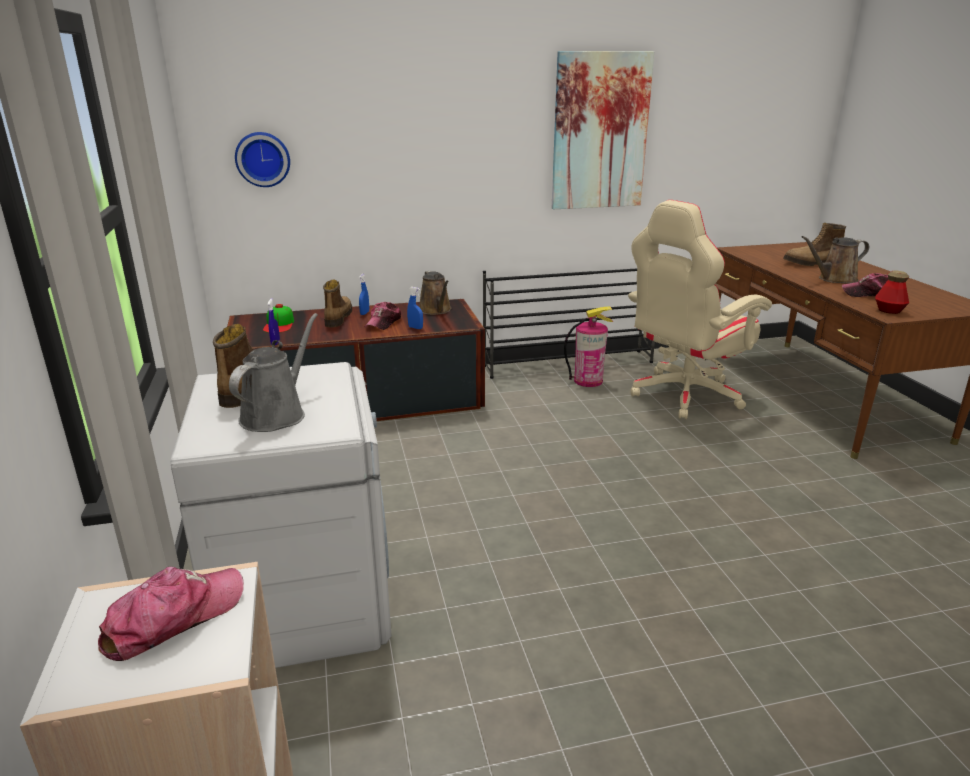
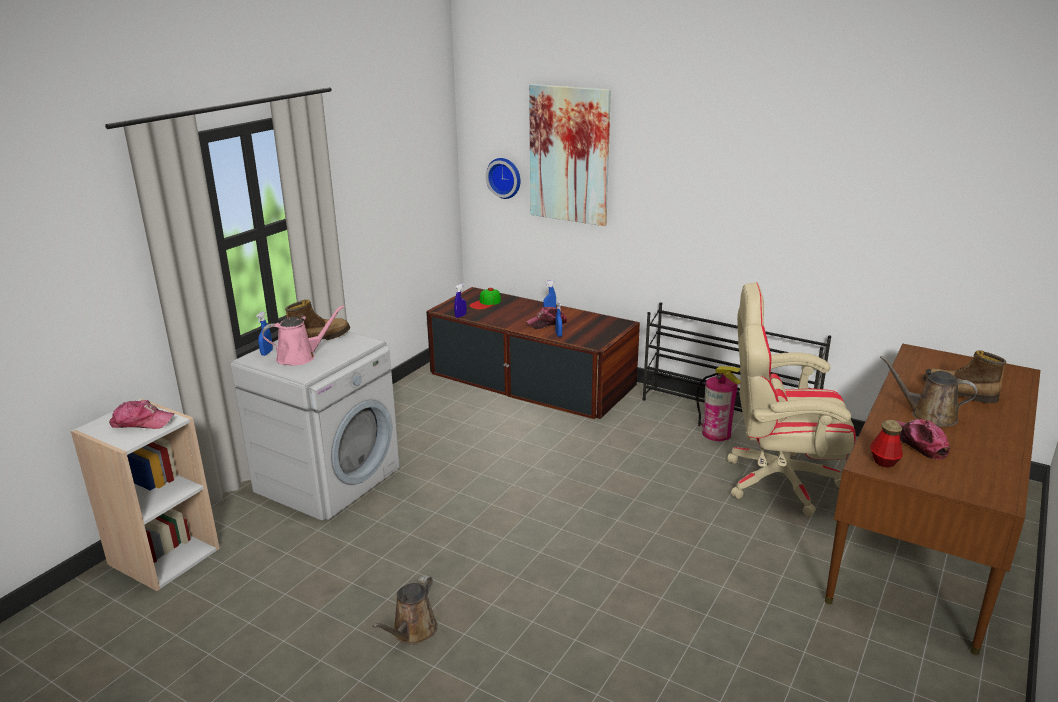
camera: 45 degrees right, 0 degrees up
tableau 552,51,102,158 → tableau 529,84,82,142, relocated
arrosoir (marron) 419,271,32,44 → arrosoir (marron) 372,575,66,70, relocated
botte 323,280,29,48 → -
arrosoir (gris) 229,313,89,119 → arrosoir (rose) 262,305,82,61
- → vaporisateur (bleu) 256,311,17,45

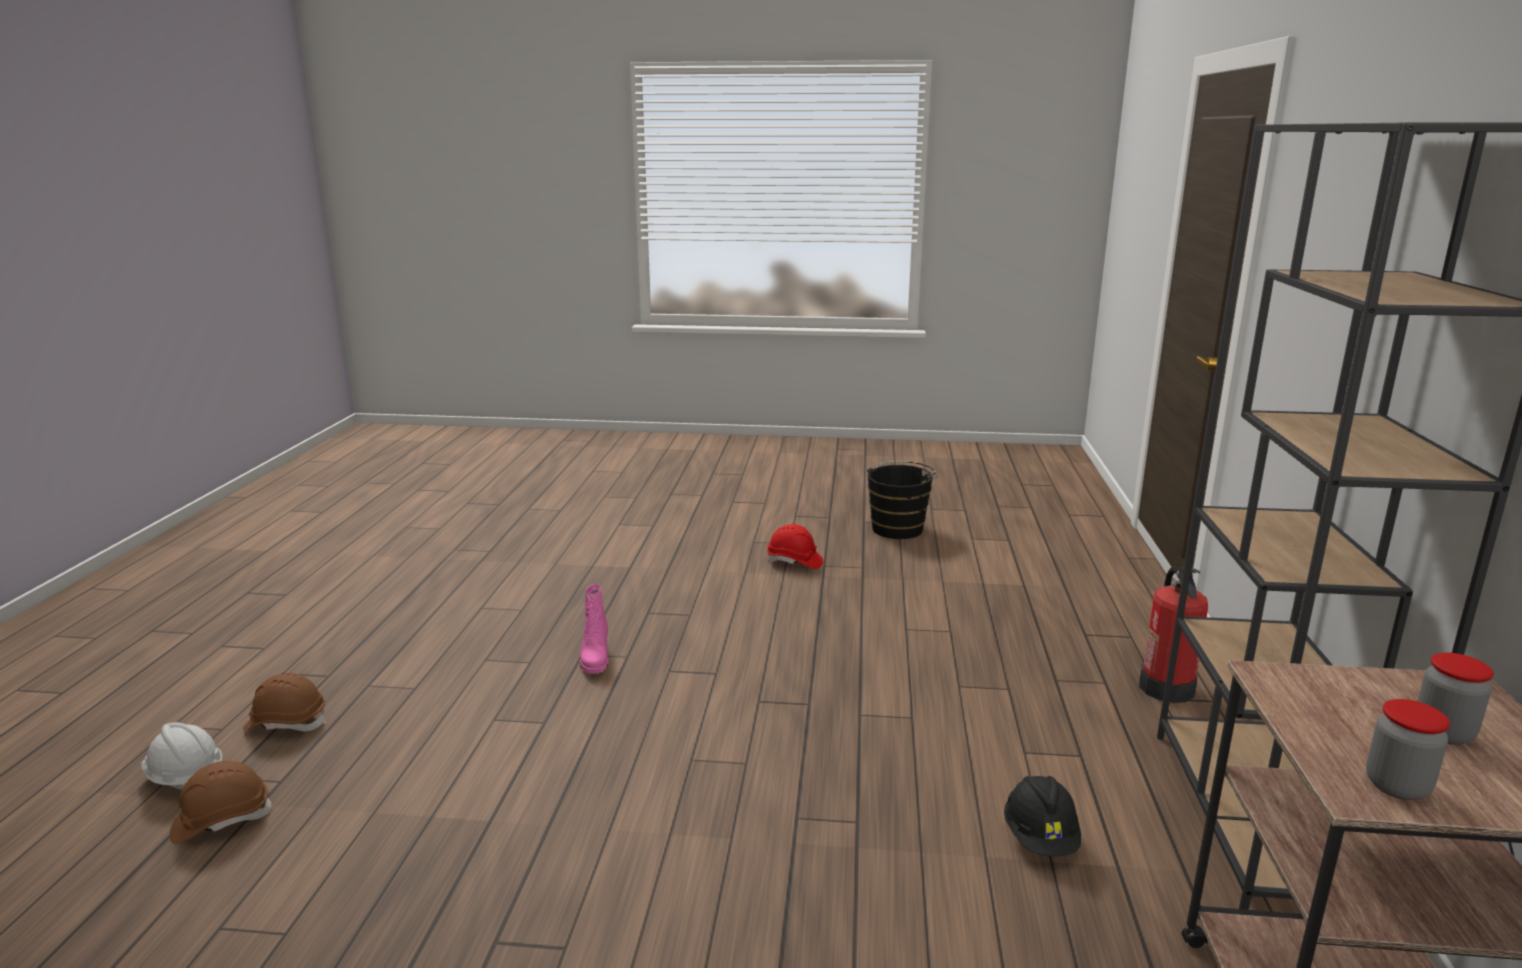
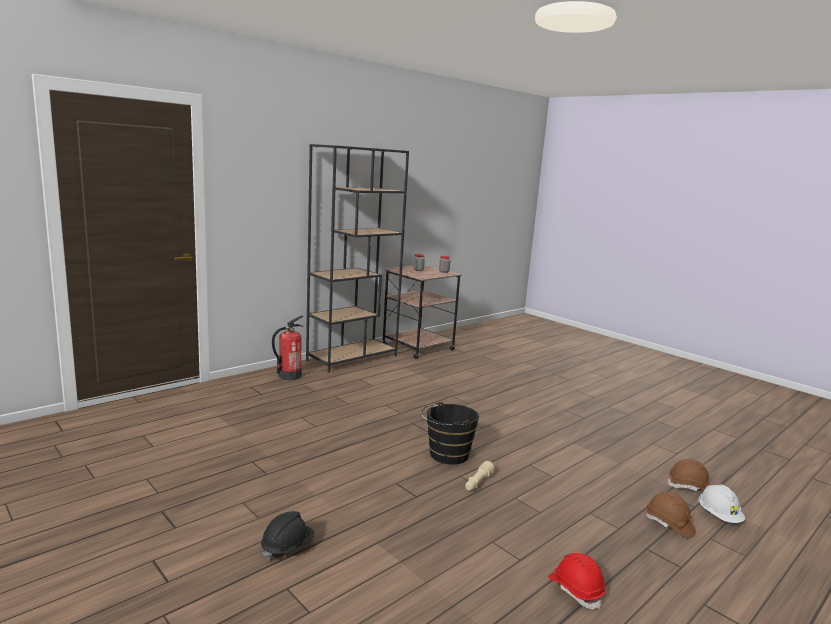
camera: 140 degrees left, 5 degrees down
seau (noir) 867,461,71,78 → seau (noir) 421,402,58,63, relocated
casque de chantier (rouge) 767,524,56,45 → casque de chantier (rouge) 548,552,58,58, relocated
botte (rose) 580,584,29,90 → lampe de poche (beige) 465,461,30,30
casque de chantier (noir) 1004,776,77,80 → casque de chantier (noir) 261,511,54,49, relocated

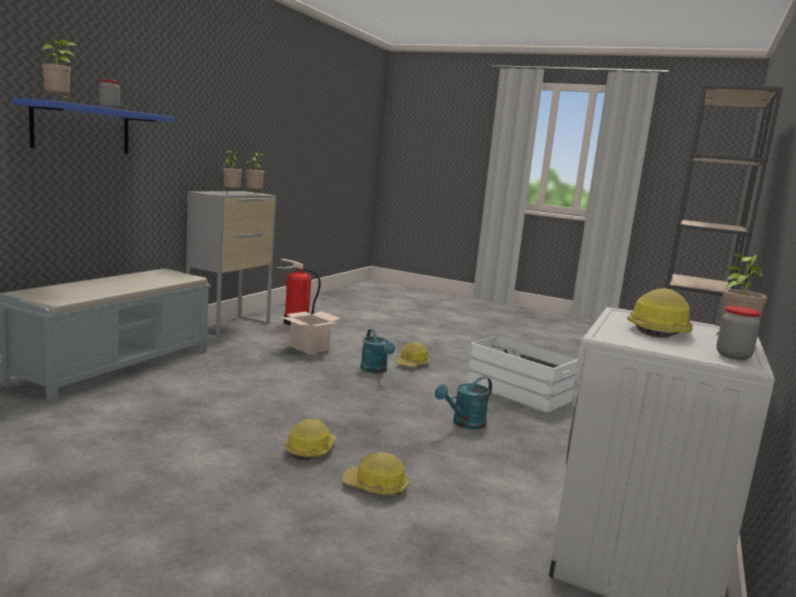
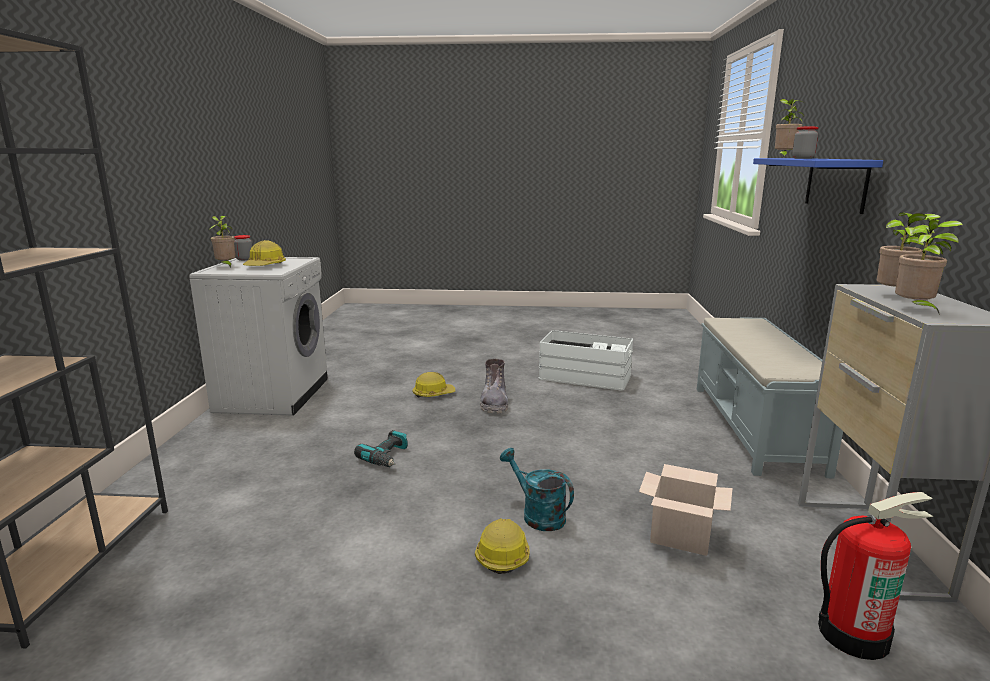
camera: 160 degrees right, 5 degrees up
boîte de rangement (blanc) 466,336,111,77 → boîte de rangement (blanc) 538,330,95,61, relocated
arrosoir (turquoise) 435,376,57,53 → perceuse 354,430,54,37
casque de chantier 285,418,51,42 → botte (gris) 480,359,29,55

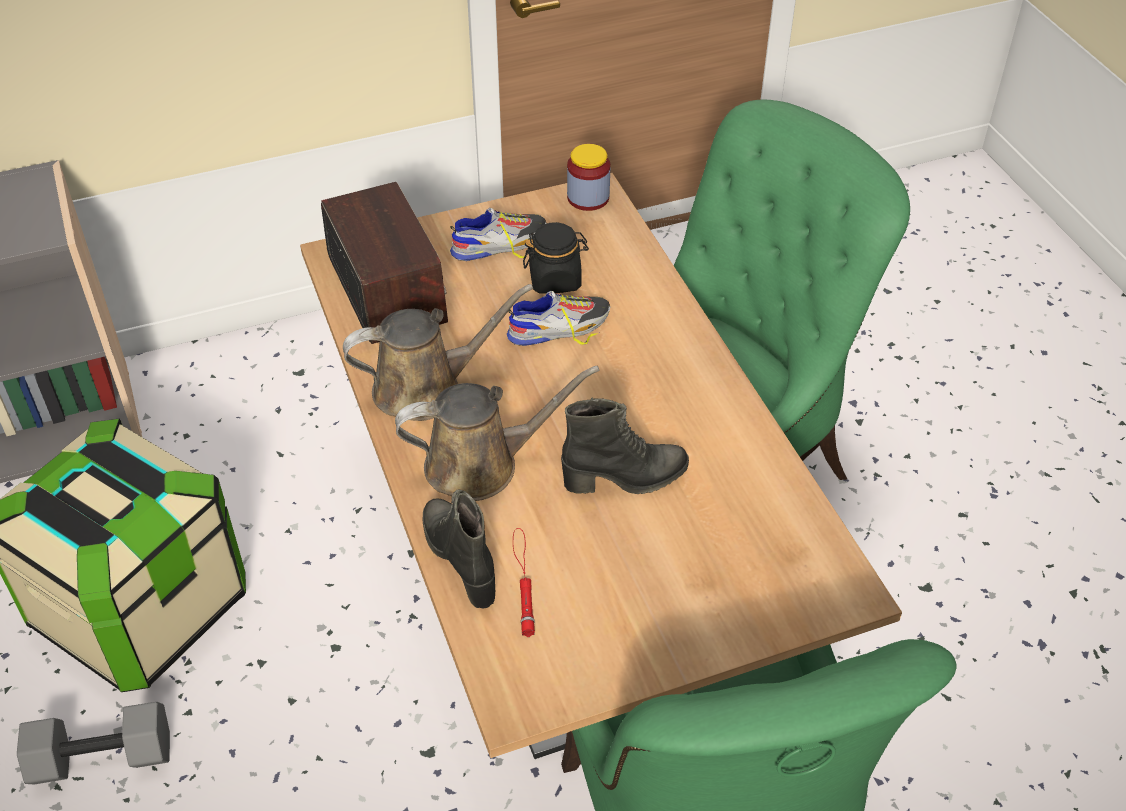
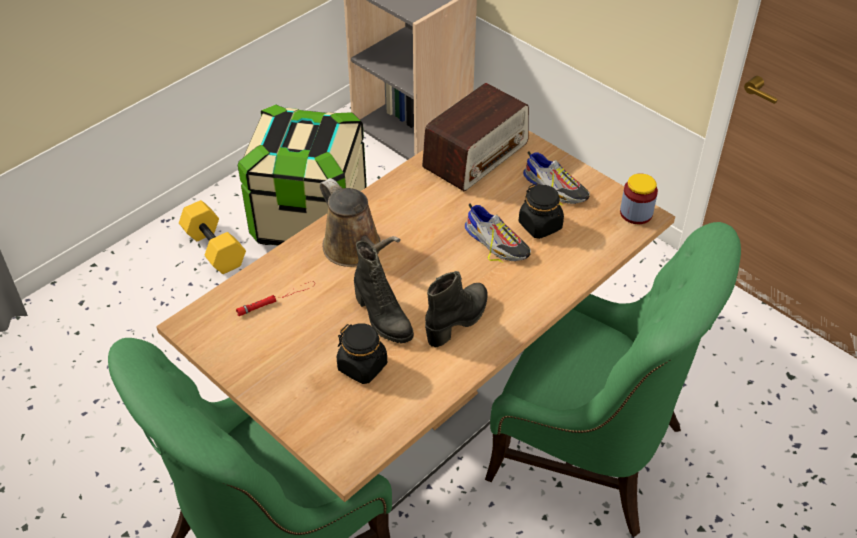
camera: 65 degrees right, 0 degrees up
arrosoir (marron) 343,284,190,137 → -
botte (noir) 423,490,72,118 → botte (noir) 425,271,63,76, relocated
haltère (gris) 17,702,153,82 → haltère (jaune) 179,200,67,74
- → bocal (noir) 337,323,50,61

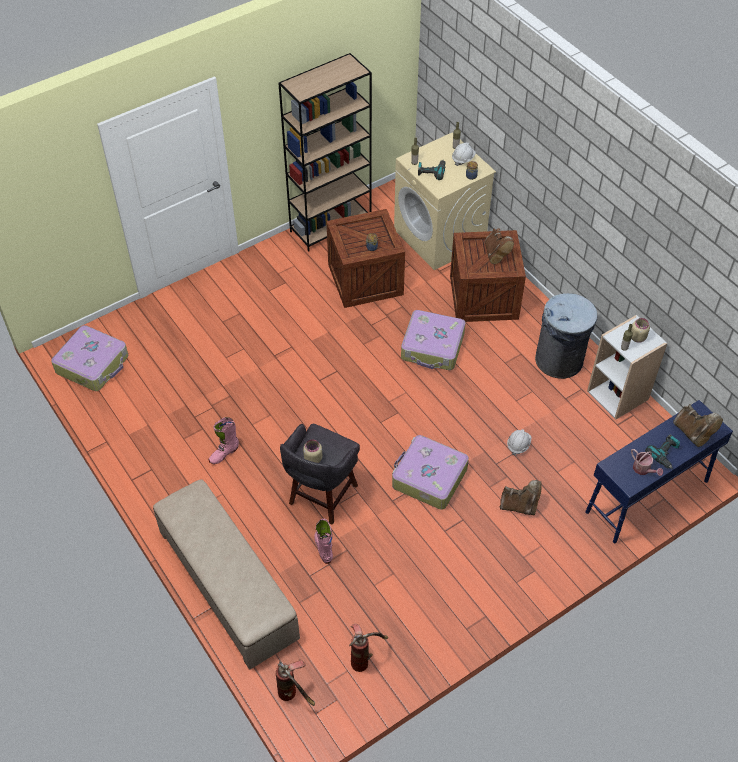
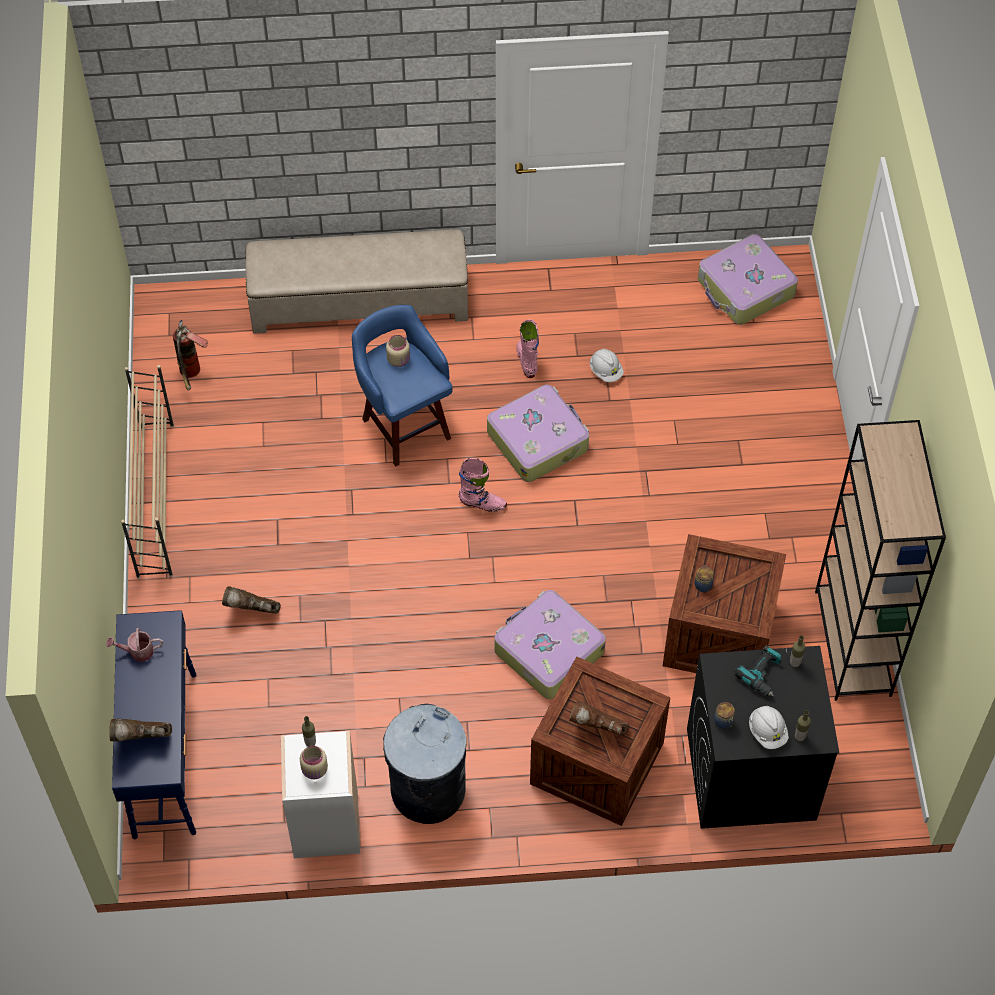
camera: 120 degrees right, 5 degrees up
lave-linge (beige) 394,132,102,138 → lave-linge (noir) 687,646,152,183
tabouret (gris) 280,424,80,101 → tabouret (bleu) 352,305,101,162
casque de chantier (blanc) 507,429,24,27 → casque de chantier (blanc) 590,349,34,33, relocated
perceuse 645,434,35,35 → -
valise 392,435,77,75 → valise 487,385,102,97, relocated
botte (marron) 500,480,41,36 → botte (marron) 222,586,59,28, 60 degrees clockwise
botte (rose) 314,519,19,45 → botte (rose) 459,458,48,54, relocated
extincteur 276,659,39,47 → -
- → étagère à chaussures (beige) 121,365,53,214

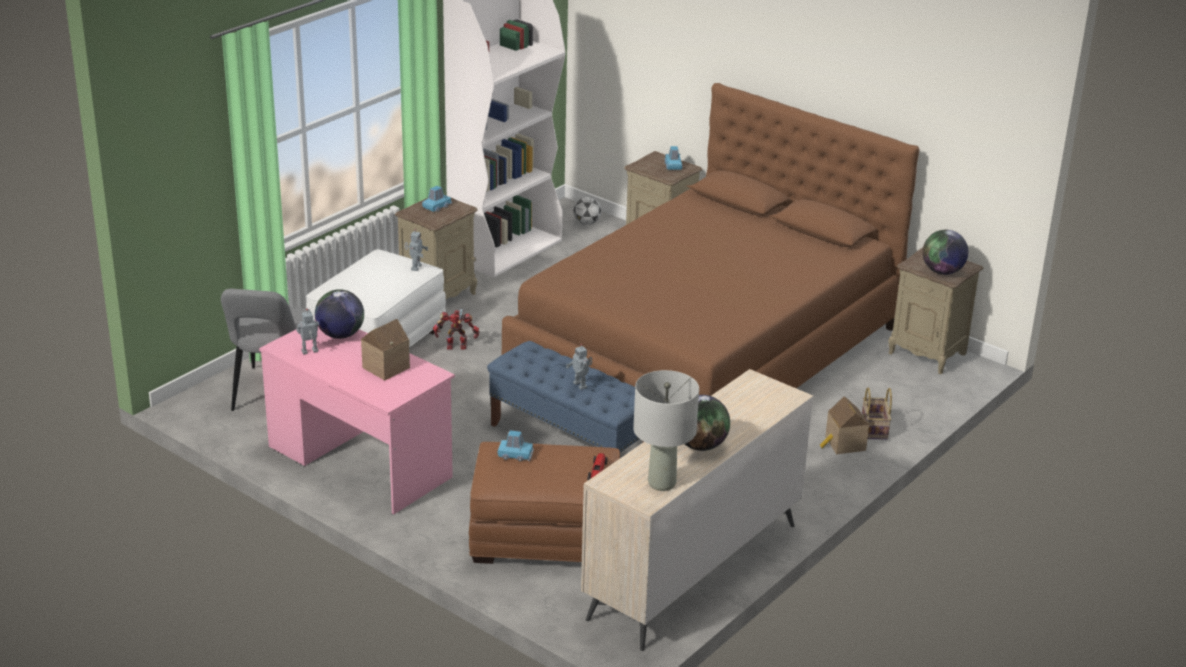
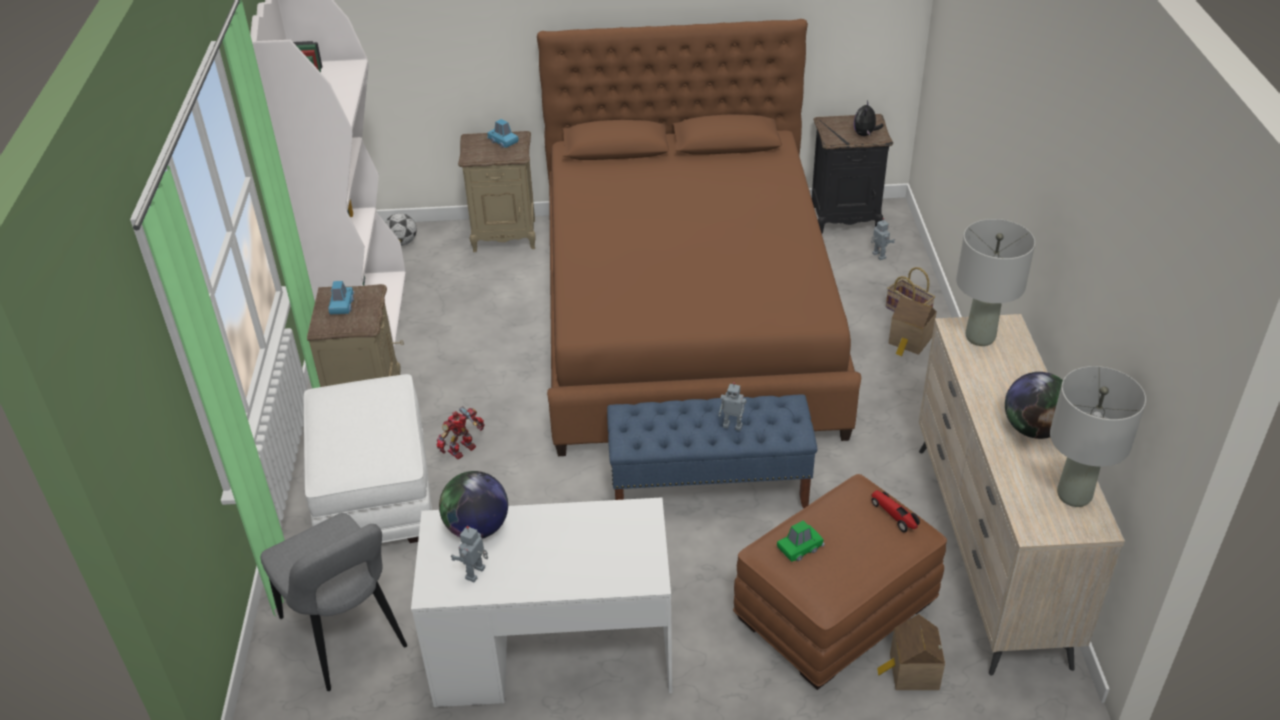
camera: 40 degrees left, 10 degrees up
robot jouet 404,229,24,42 → robot jouet 871,218,24,42, relocated
globe 922,230,46,45 → peluche 854,100,30,36
table de chevet (beige) 888,247,95,127 → table de chevet (noir) 812,114,81,120
maison miniature 361,319,49,62 → maison miniature 877,614,68,76, relocated
bureau (rose) 259,327,196,187 → bureau (blanc) 411,497,261,210
petite voiture (bleu) 498,430,36,32 → petite voiture (vert) 777,521,47,41
- → lampe de table (gris) 956,219,79,127

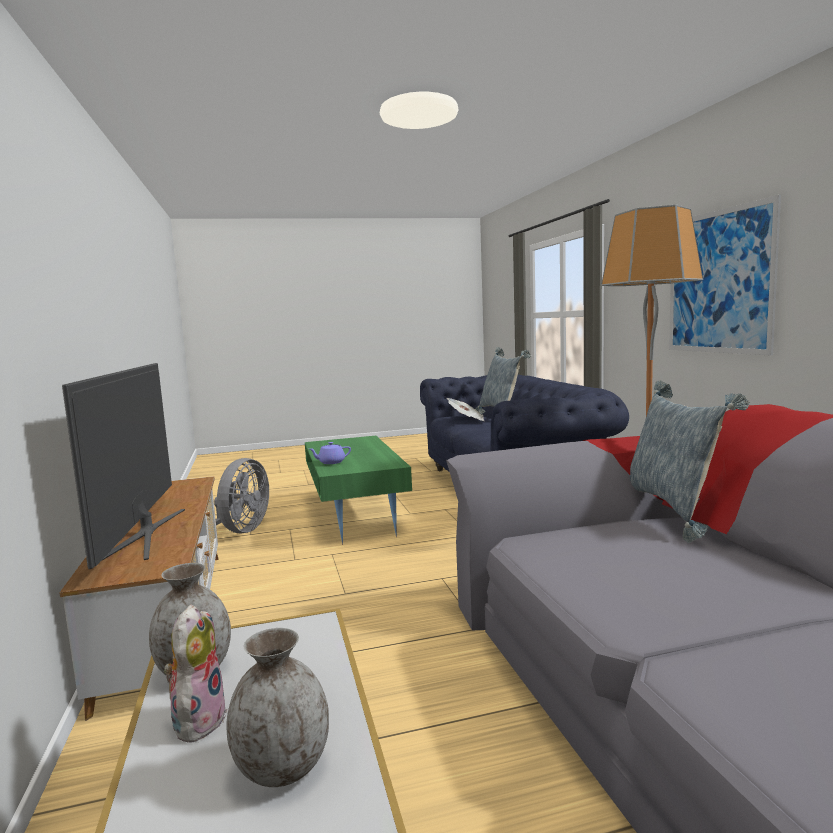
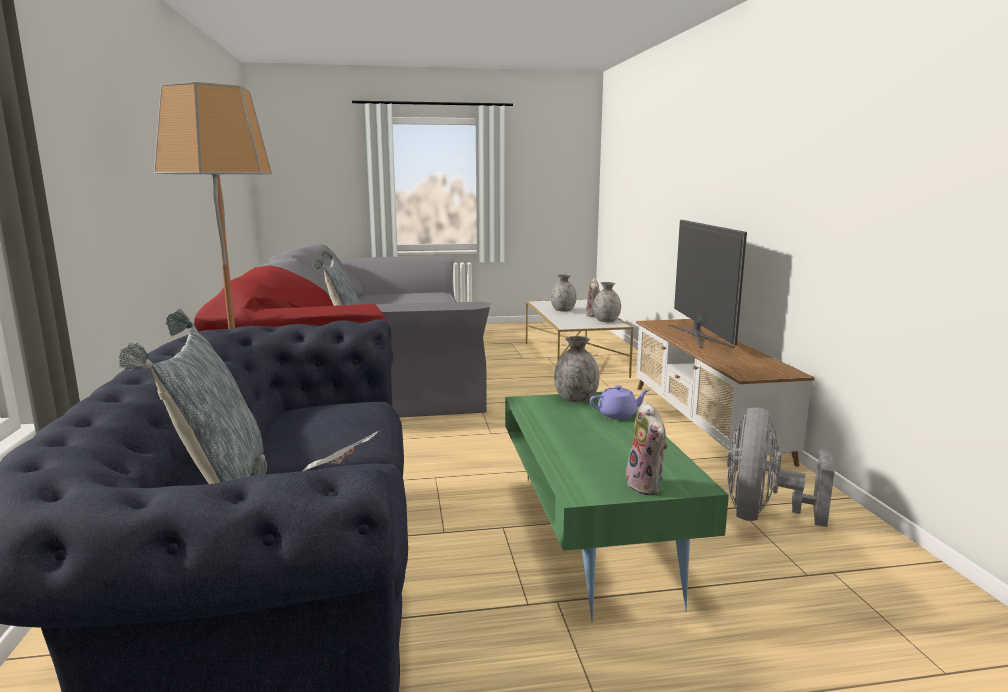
camera: 175 degrees left, 5 degrees up
tableau 669,195,112,160 → -
- → vase (gris) 554,336,46,67
- → peluche 626,401,41,94

